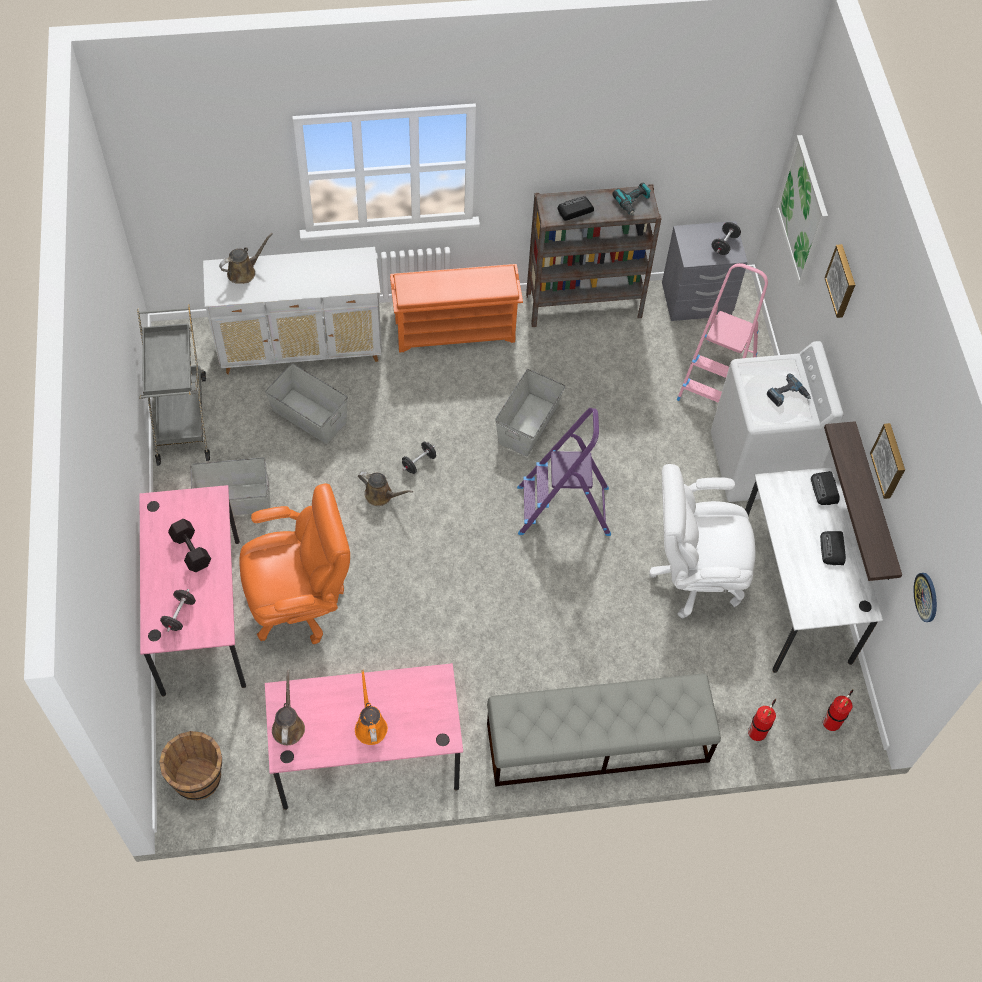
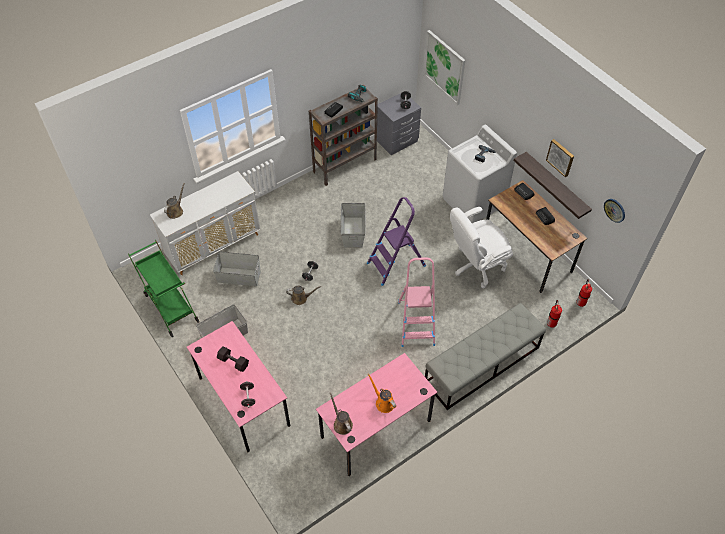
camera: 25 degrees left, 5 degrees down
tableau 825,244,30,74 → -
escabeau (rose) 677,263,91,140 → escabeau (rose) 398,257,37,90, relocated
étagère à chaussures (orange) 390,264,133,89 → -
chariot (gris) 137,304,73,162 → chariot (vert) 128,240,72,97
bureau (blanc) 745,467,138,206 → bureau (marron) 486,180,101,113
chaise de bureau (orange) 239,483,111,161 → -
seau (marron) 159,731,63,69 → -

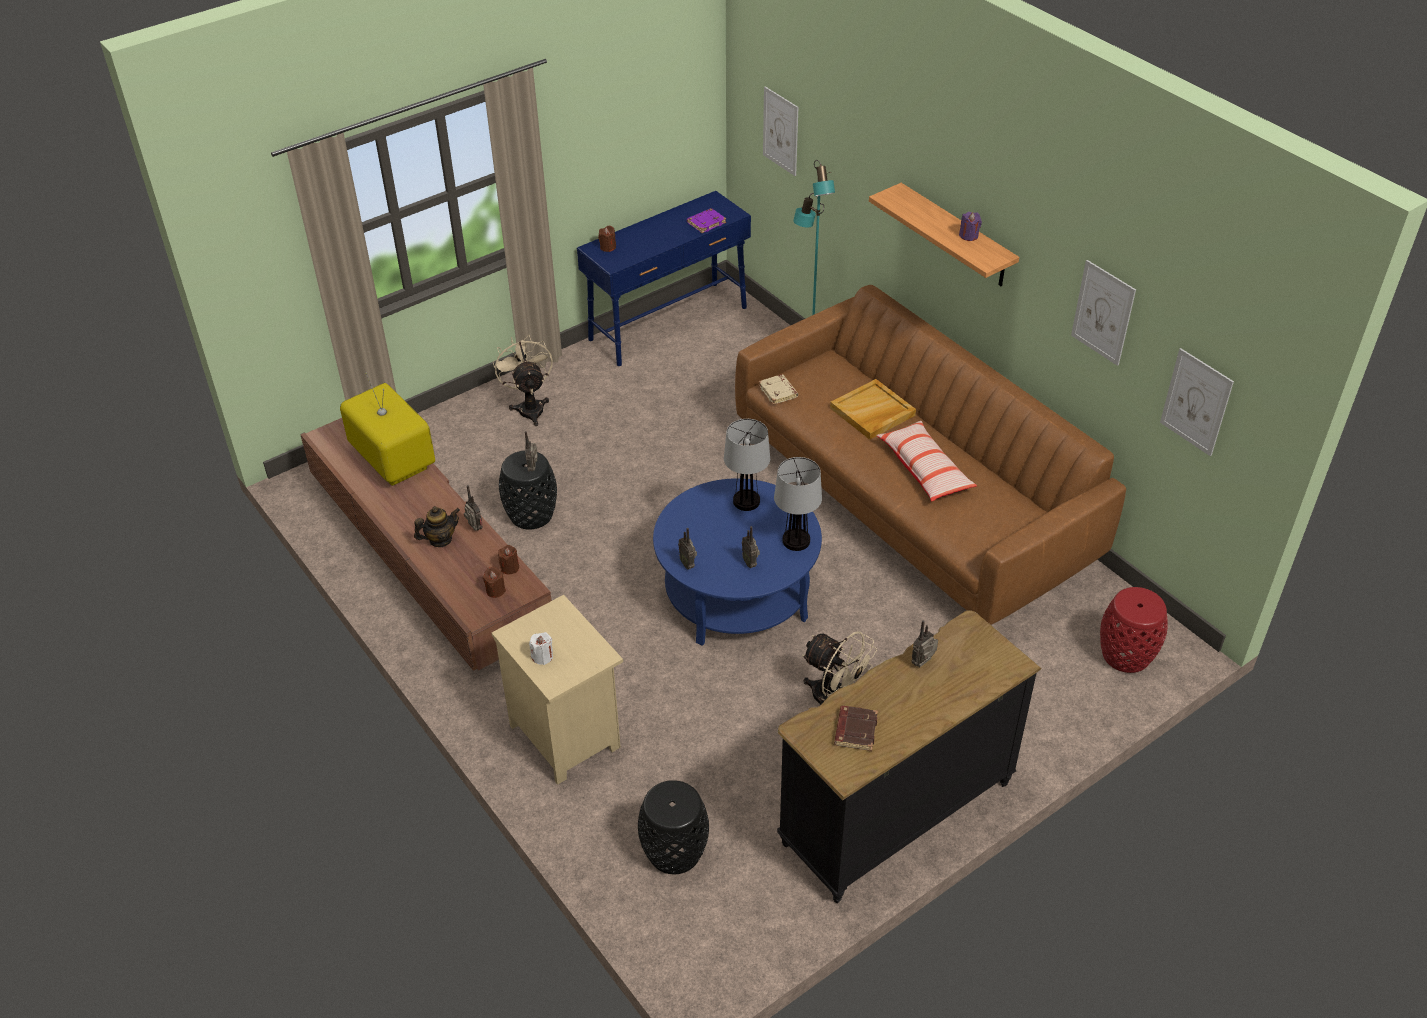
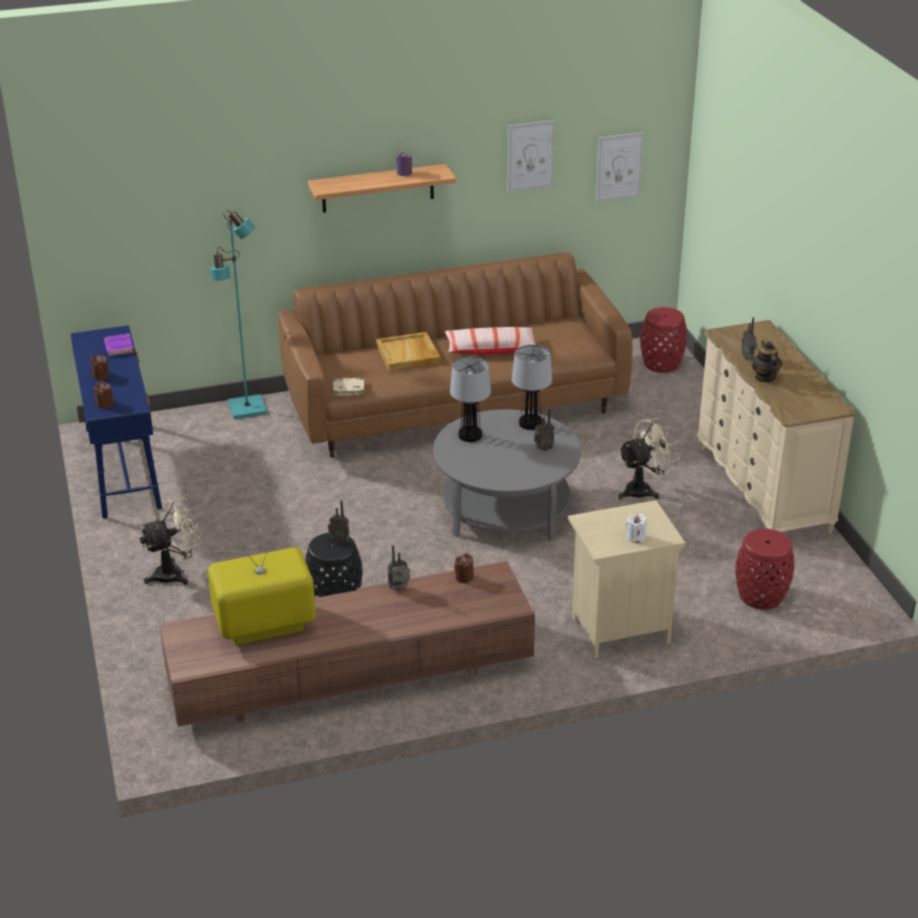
camera: 70 degrees left, 10 degrees down
tableau 763,86,35,90 → -
ventilateur (beige) 493,334,60,92 → ventilateur (beige) 139,498,62,87, 150 degrees clockwise
table basse (bleu) 653,478,169,168 → table basse (gris) 433,409,148,132
théière 414,506,46,41 → théière 752,341,30,41, relocated
radio 678,528,19,42 → -
bougie (marron) 483,567,23,31 → bougie (marron) 91,355,18,25, relocated
commode (noir) 777,610,265,293 → commode (beige) 696,320,161,214
livre (marron) 834,706,44,45 → -
tabouret (noir) 638,780,71,94 → tabouret (rouge) 735,529,60,80

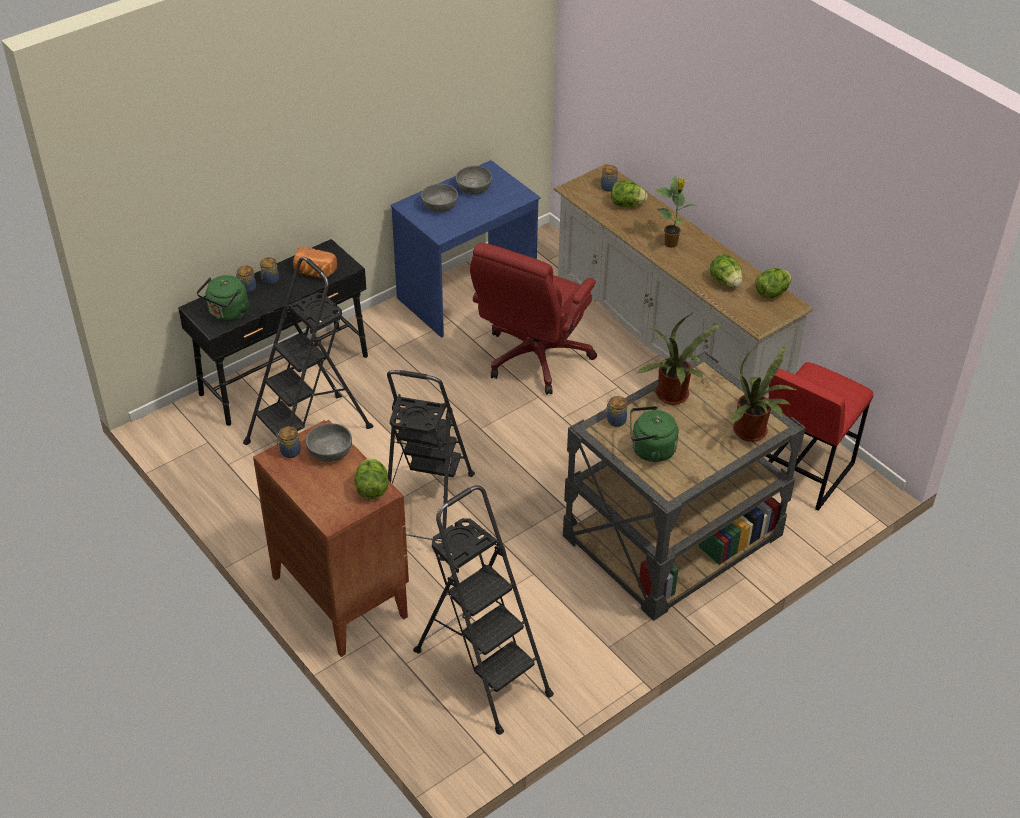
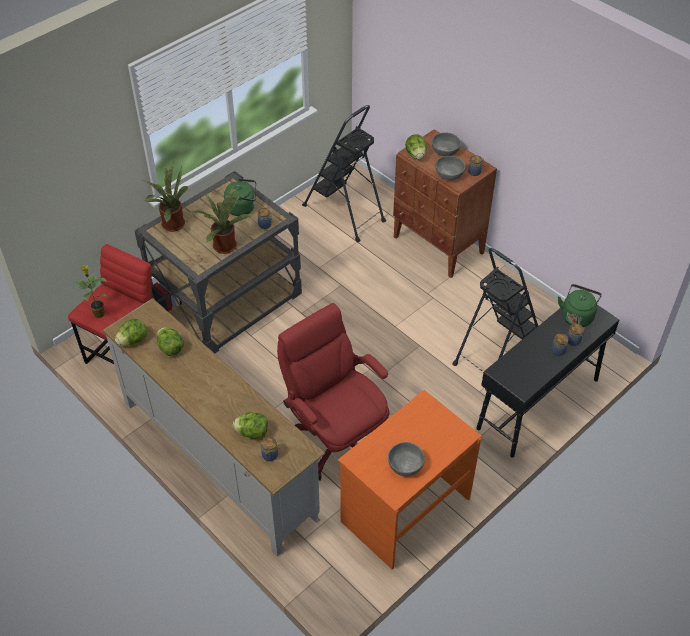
camera: 175 degrees right, 5 degrees up
bureau (bleu) 390,160,151,178 → bureau (orange) 338,390,144,180
plante en pot 655,176,41,72 → plante en pot 74,265,33,53, relocated
bol (gris) 421,184,37,28 → bol (gris) 432,133,29,23, relocated
chaise de bureau (rouge) 470,243,127,152 → chaise de bureau (rouge) 277,303,112,178, 60 degrees counterclockwise
pain 293,247,44,31 → -
escabeau 387,370,88,191 → -

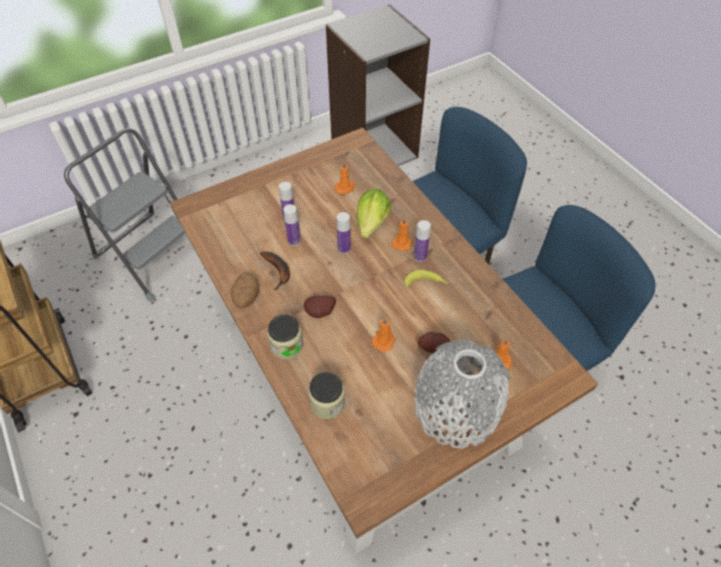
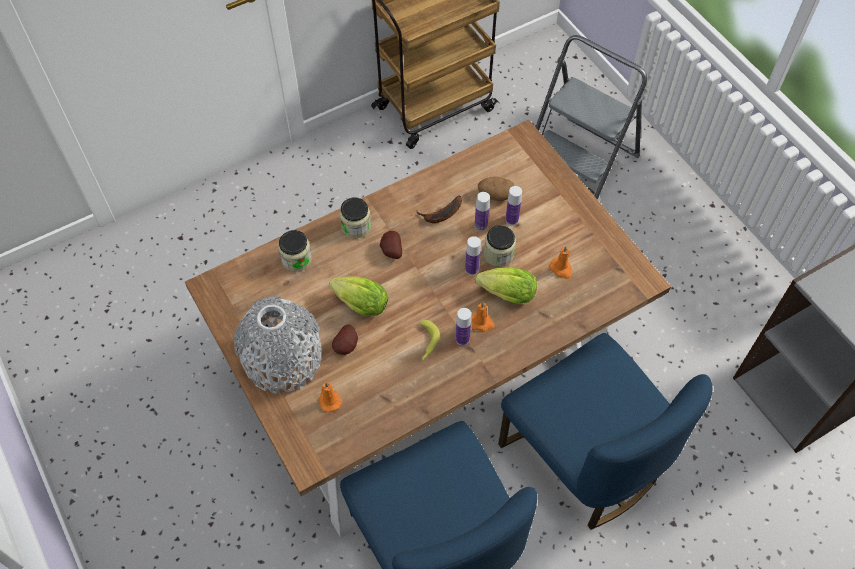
camera: 90 degrees right, 5 degrees up
pomme de terre 230,273,29,35 → pomme de terre 478,177,36,24, relocated
bougie (orange) 372,318,23,34 → laitue 329,276,59,40
- → bocal 484,225,32,42

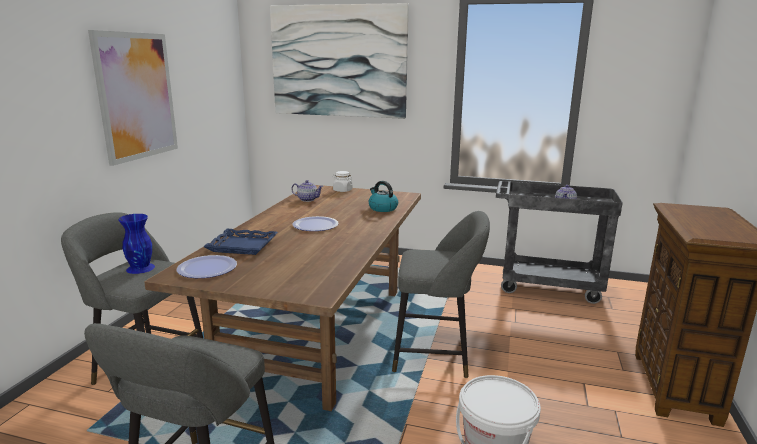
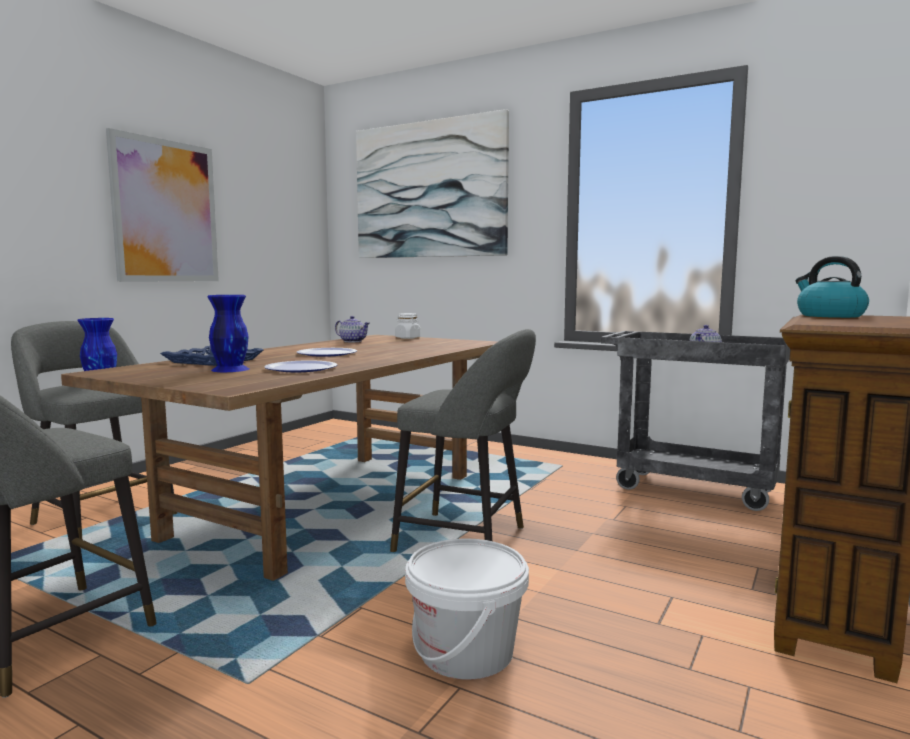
camera: 15 degrees right, 10 degrees down
bouilloire 369,181,29,31 → bouilloire 795,256,74,62, relocated
assiette 177,255,60,23 → assiette 264,360,74,12, relocated
- → vase (bleu) 207,295,42,77

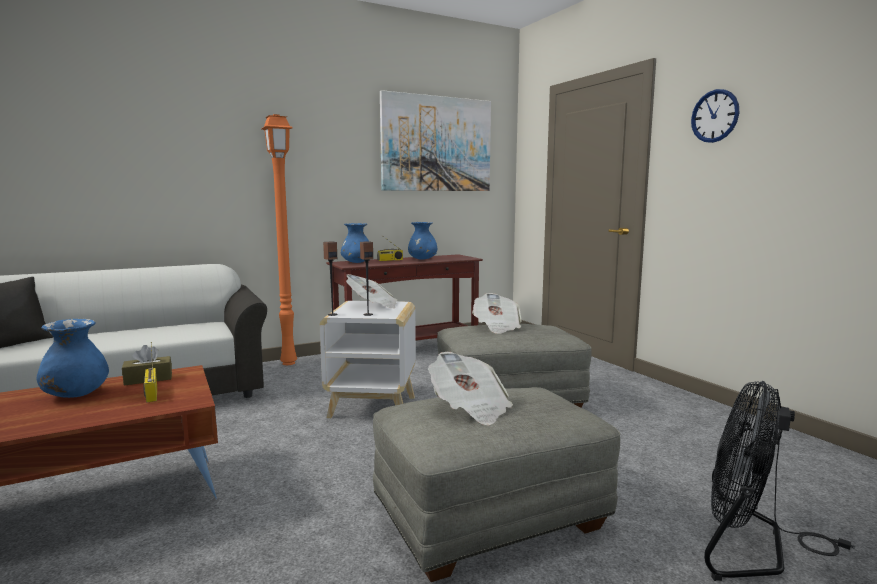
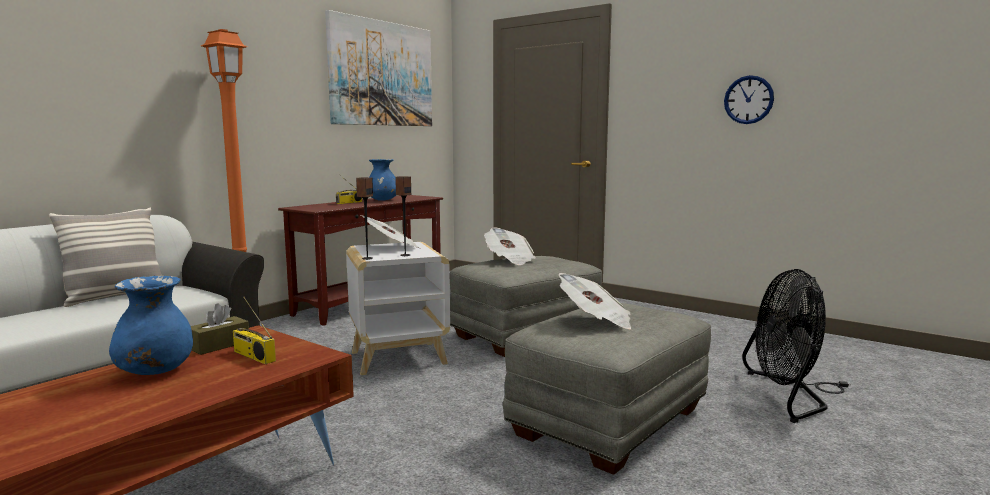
camera: 25 degrees left, 0 degrees up
horloge murale 691,89,48,54 → horloge murale 724,75,50,49, relocated
vase (bleu) 340,223,29,40 → -
- → coussin 49,208,113,99

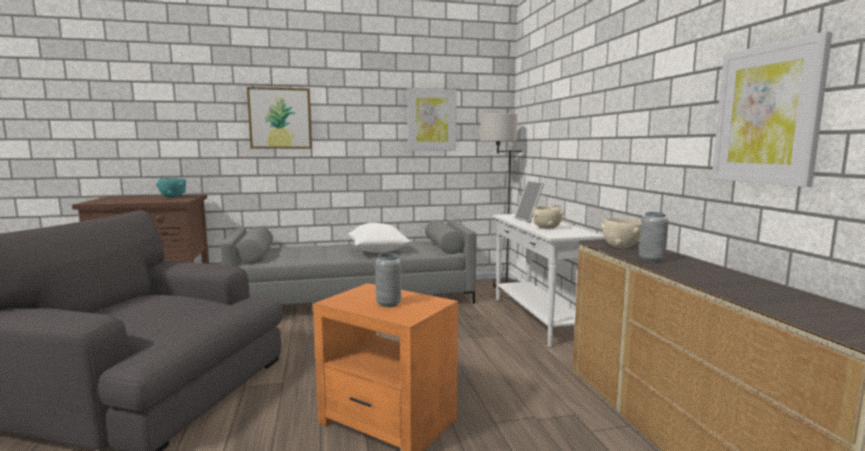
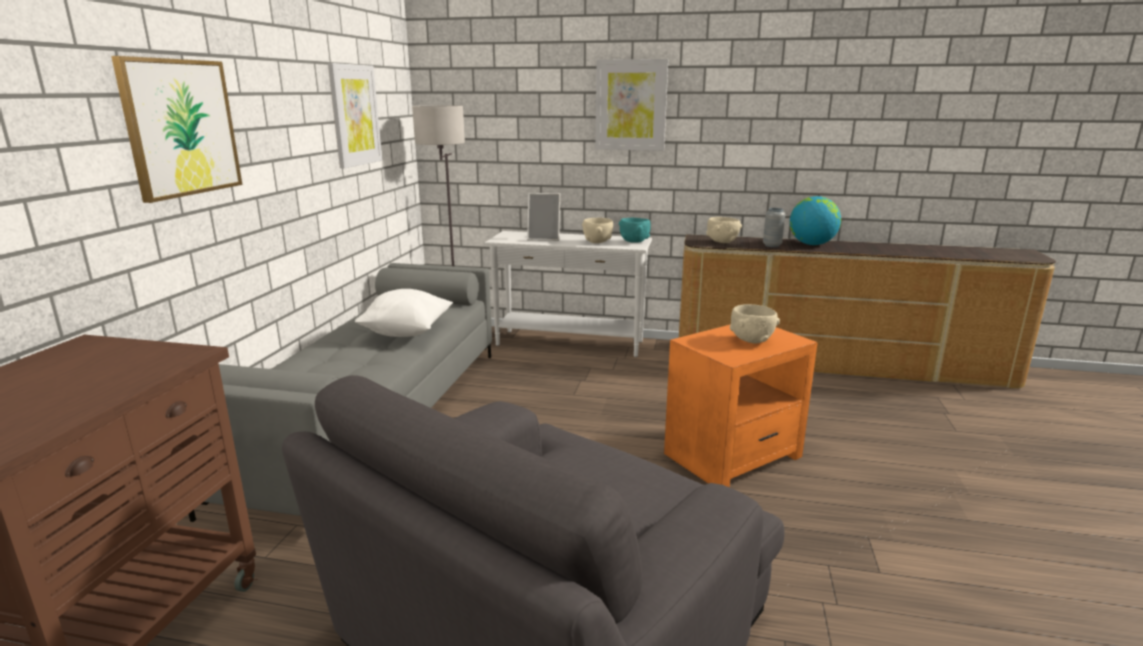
camera: 65 degrees left, 10 degrees up
tableau 712,31,121,156 → tableau 595,59,73,92, relocated
bol (turquoise) 156,178,30,20 → bol (turquoise) 619,218,32,25, relocated
vase (gris) 375,253,26,54 → bol (beige) 730,304,50,40
- → globe 790,196,51,49

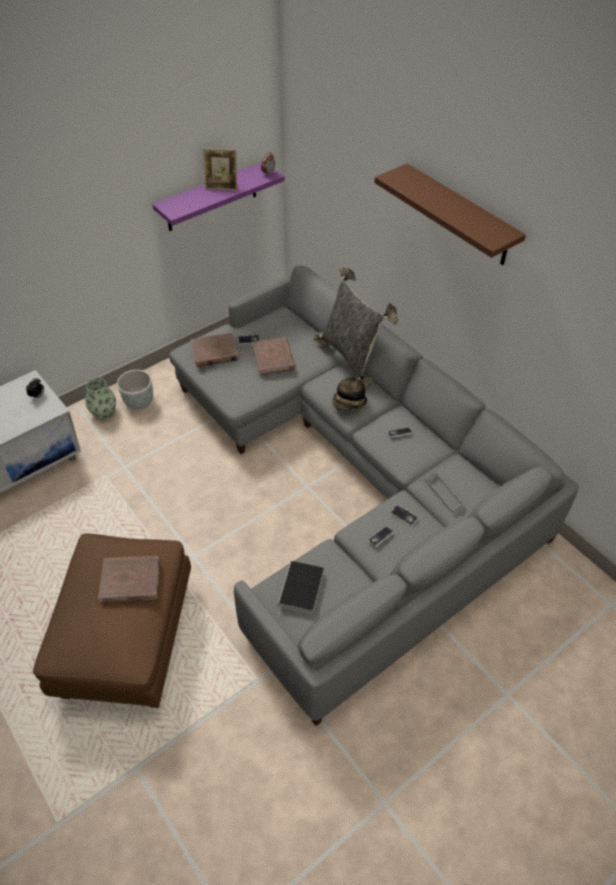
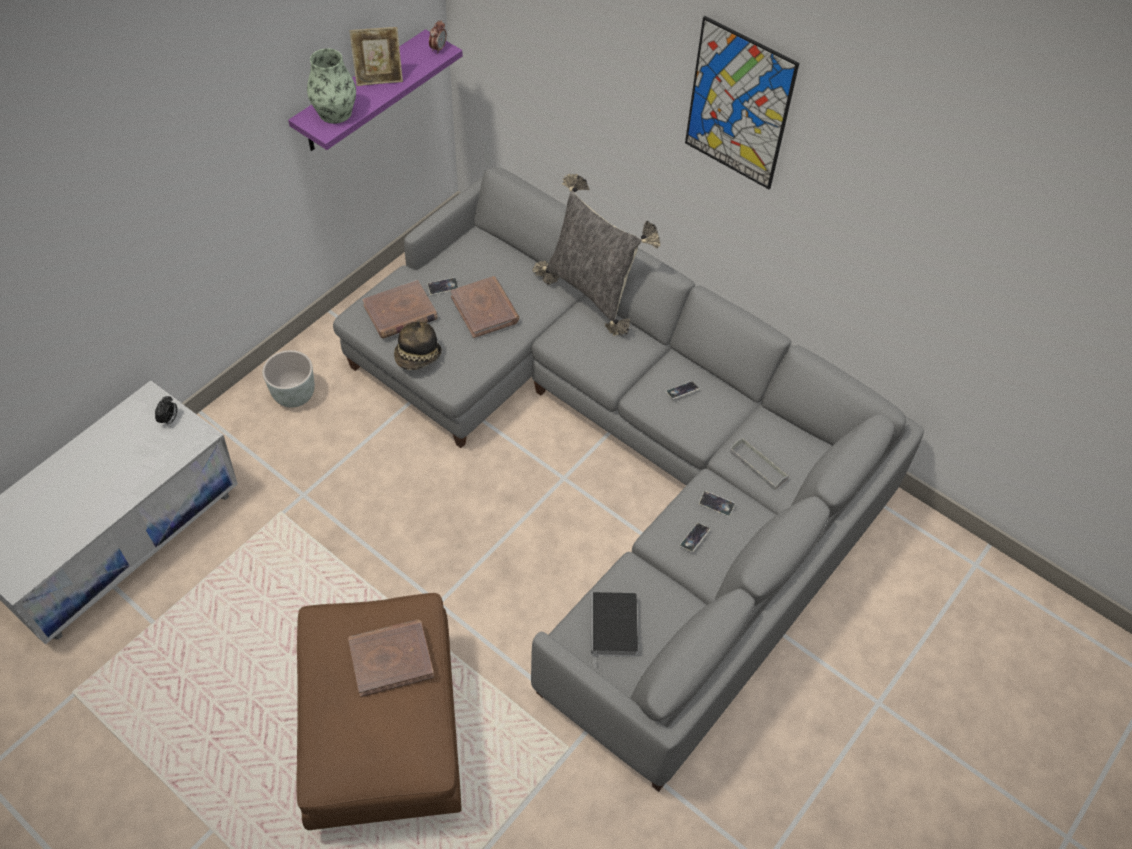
camera: 15 degrees left, 5 degrees up
étagère (marron) 374,164,152,101 → tableau 685,16,114,173
chapeau 332,376,35,35 → chapeau 394,321,47,49, relocated
vase 85,377,31,43 → vase 307,48,49,76, relocated

